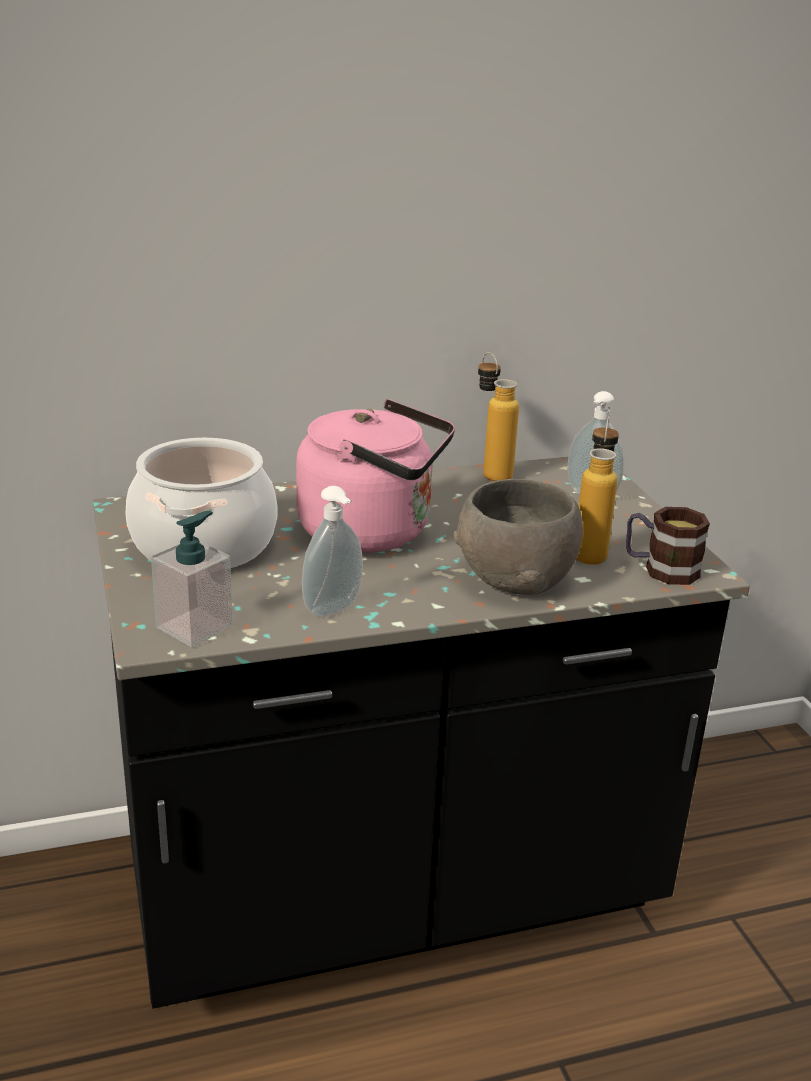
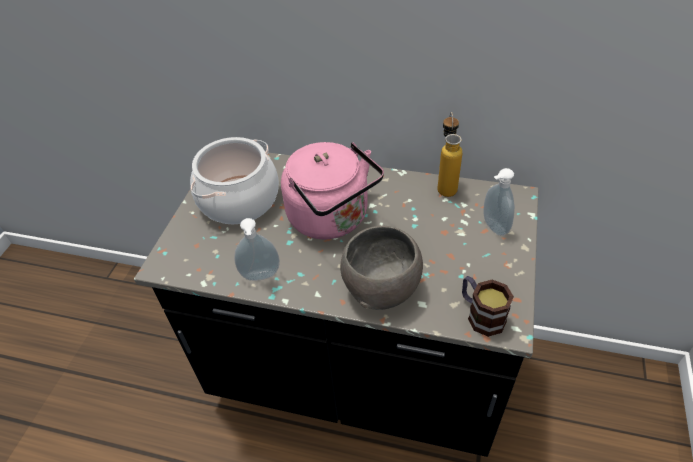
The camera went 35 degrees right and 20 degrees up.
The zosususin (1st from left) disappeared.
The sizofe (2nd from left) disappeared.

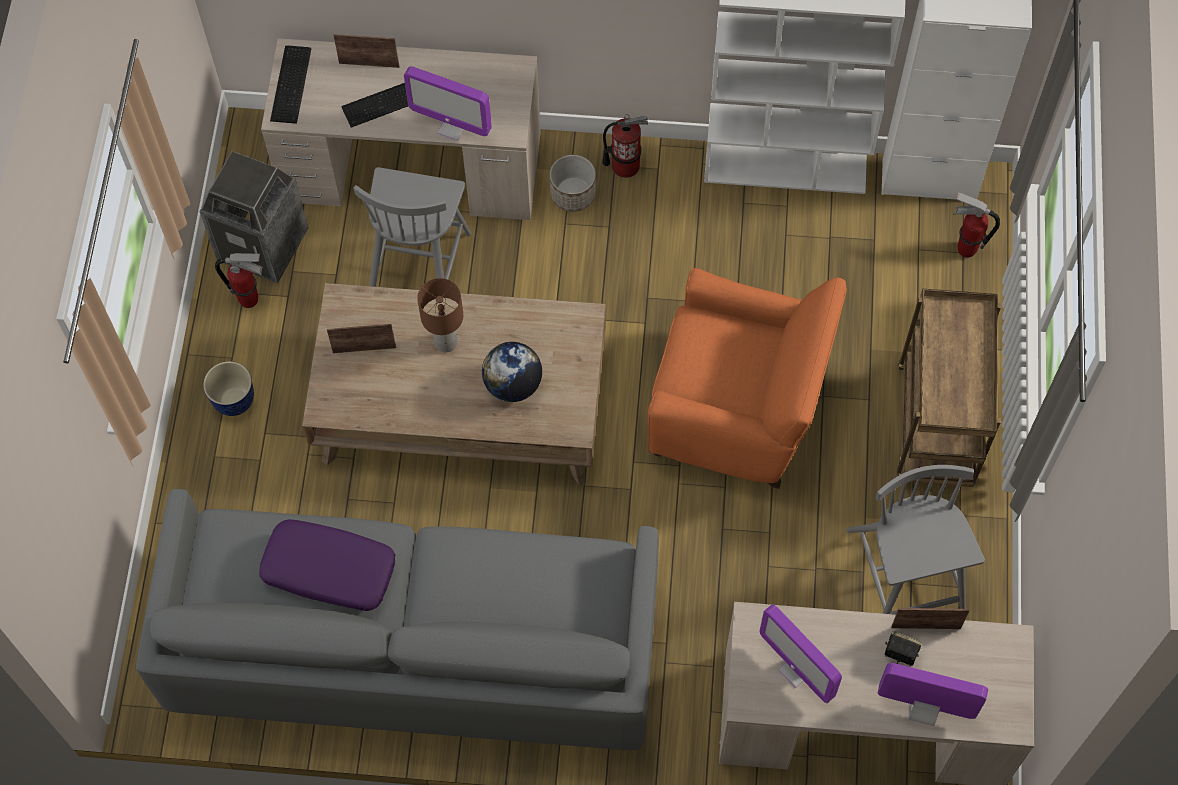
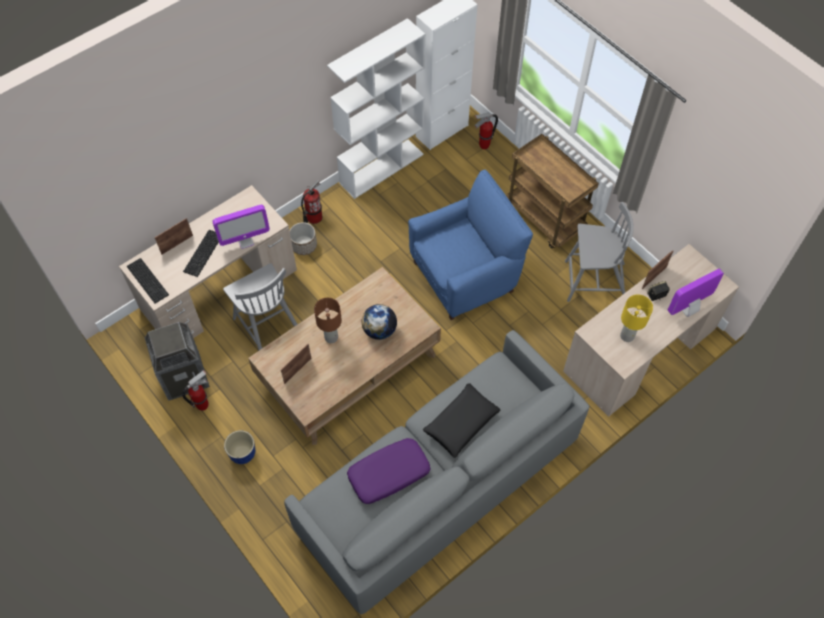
The camera went 45 degrees left and 5 degrees down.
The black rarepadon appeared.
The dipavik (2nd from left) was replaced by the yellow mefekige.
The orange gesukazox became the blue gesukazox.
The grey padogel (2nd from left) turned 150 degrees clockwise.

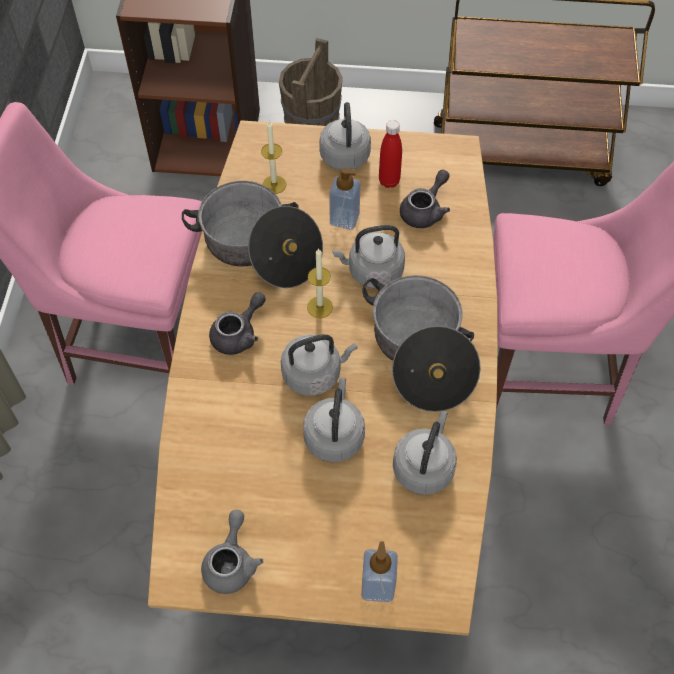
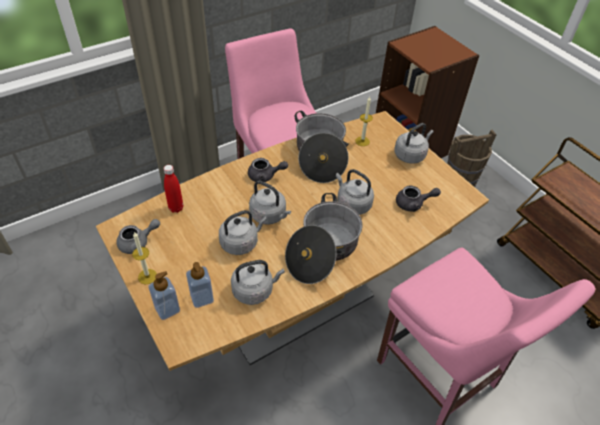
The camera went 50 degrees right and 10 degrees down.
The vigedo (2nd from left in the first image) moved.
The zosususin (1st from left in the first image) moved.
The red sizofe moved.

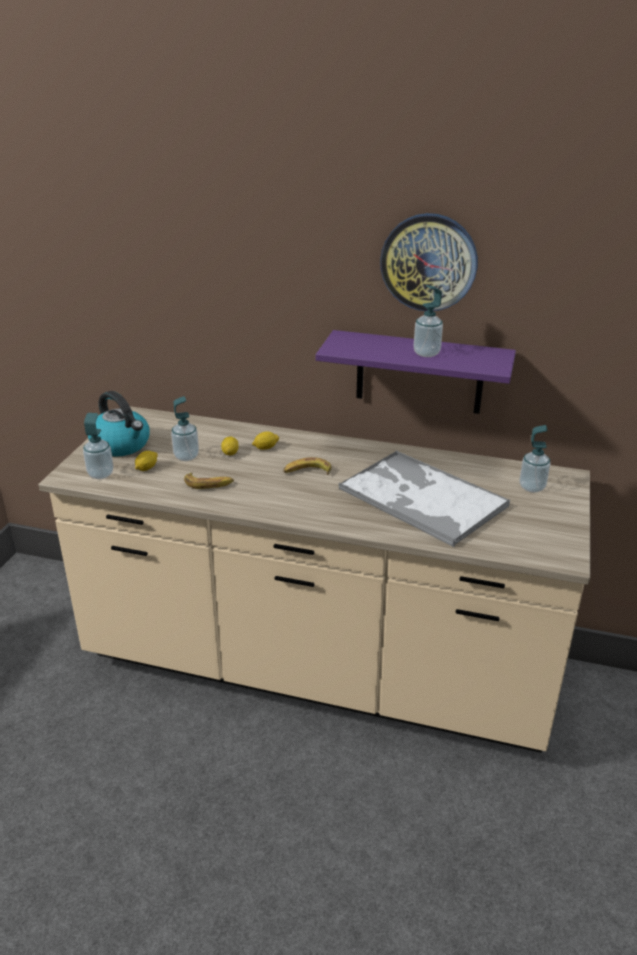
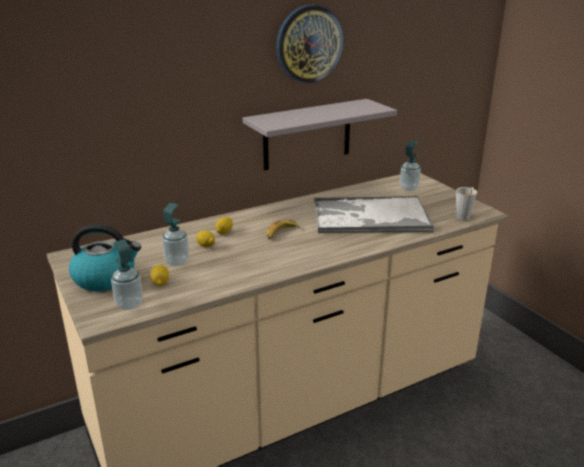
The camera went 45 degrees left and 5 degrees down.
The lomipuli (1st from left) disappeared.
The zosususin (3rd from left) disappeared.
The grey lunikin appeared.
The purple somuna became the grey somuna.

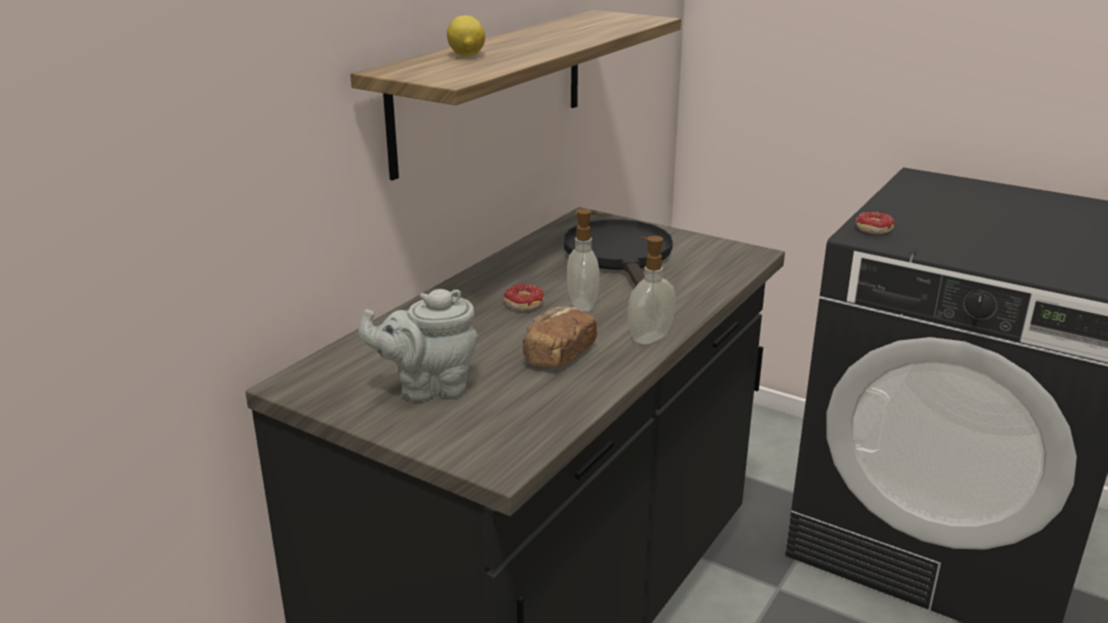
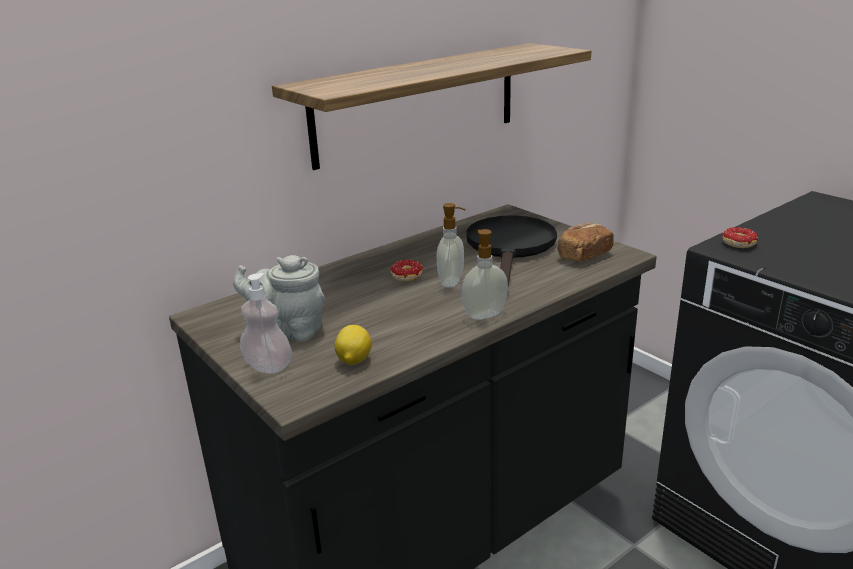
The camera went 20 degrees right and 0 degrees up.
The zosususin (1st from left) appeared.
The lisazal moved.
The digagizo moved.

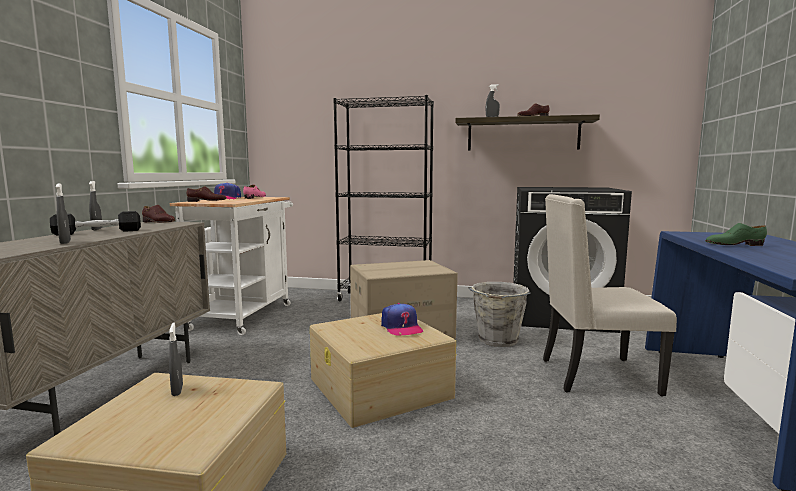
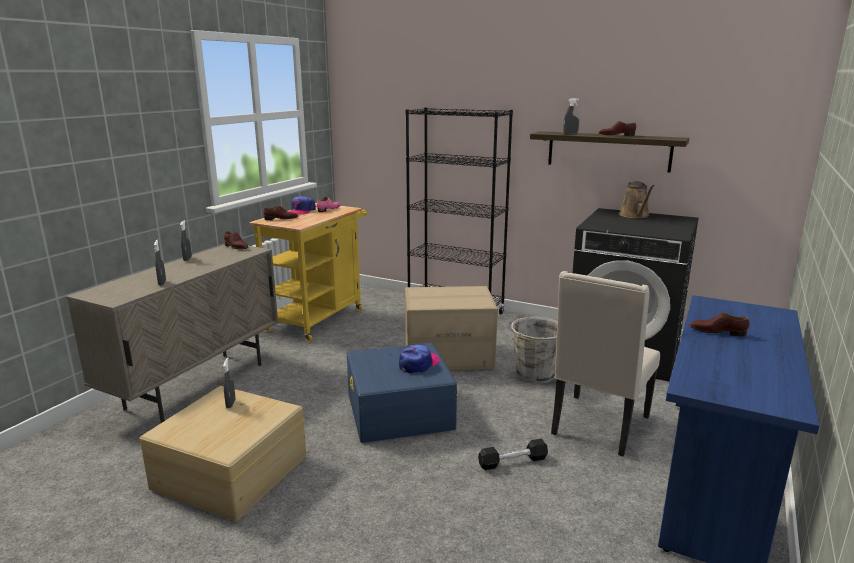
The camera went 15 degrees right and 10 degrees up.
The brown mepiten appeared.
The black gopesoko moved.
The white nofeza became the yellow nofeza.
The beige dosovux (2nd from left) became the blue dosovux.
The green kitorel became the brown kitorel (4th from left).
The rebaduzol (2nd from left) turned 135 degrees counterclockwise.
The beige padogel turned 75 degrees counterclockwise.

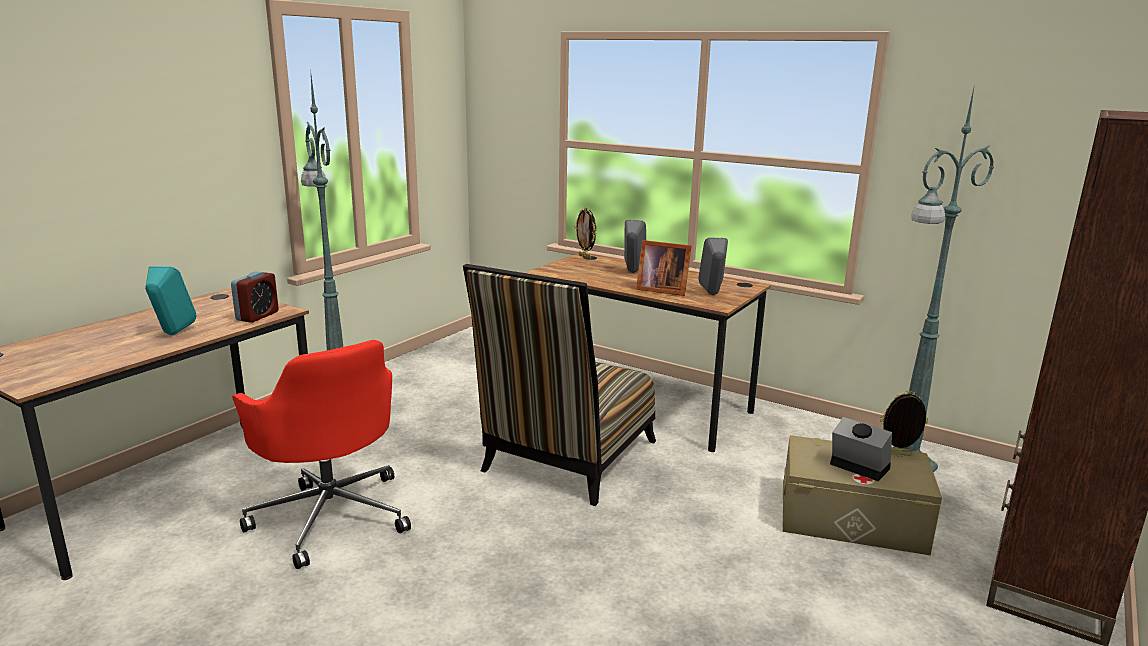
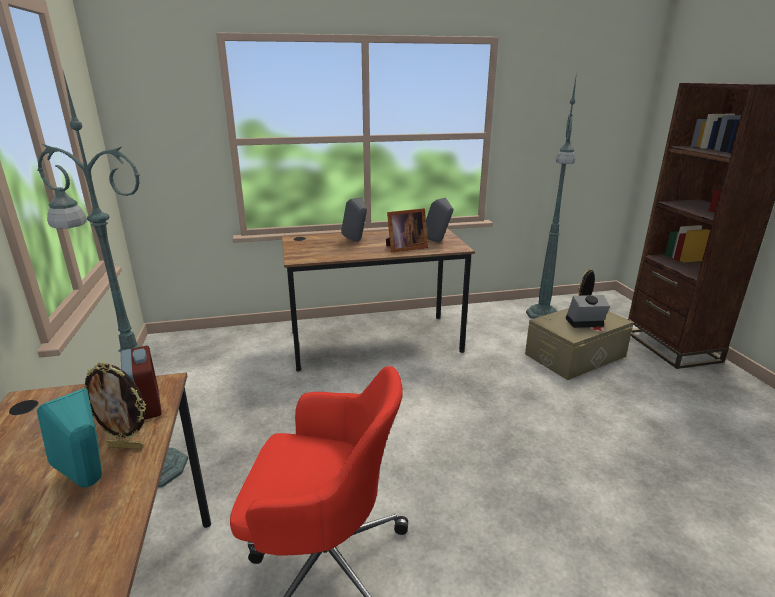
The camera went 45 degrees left and 5 degrees up.
The padogel disappeared.
The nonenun (1st from left) moved.

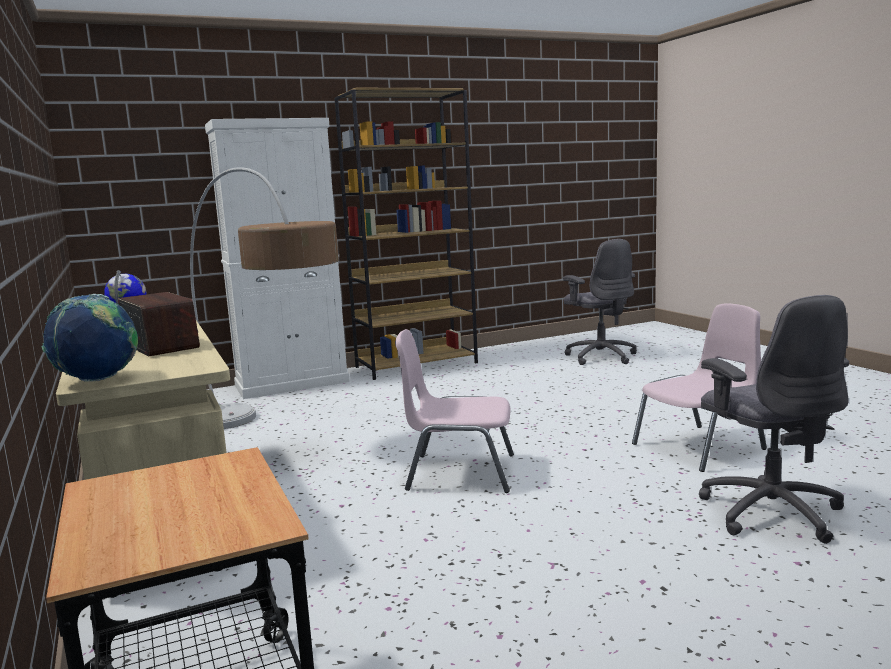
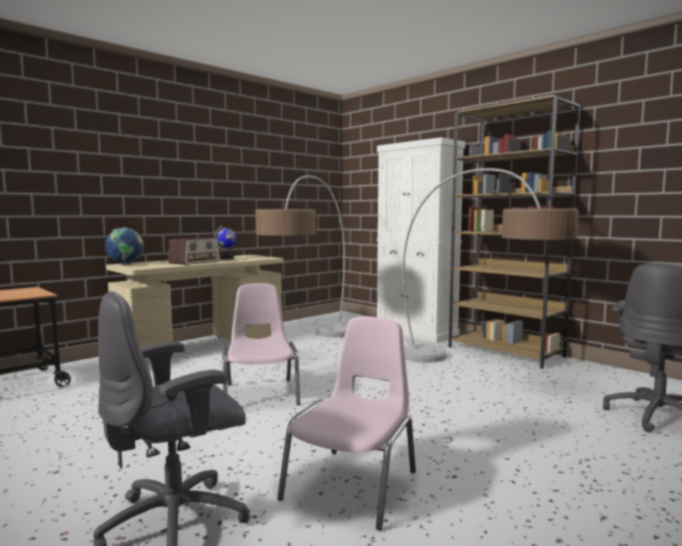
The camera went 70 degrees right and 5 degrees down.
The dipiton (2nd from left) appeared.
The pink padogel (2nd from left) turned 105 degrees counterclockwise.

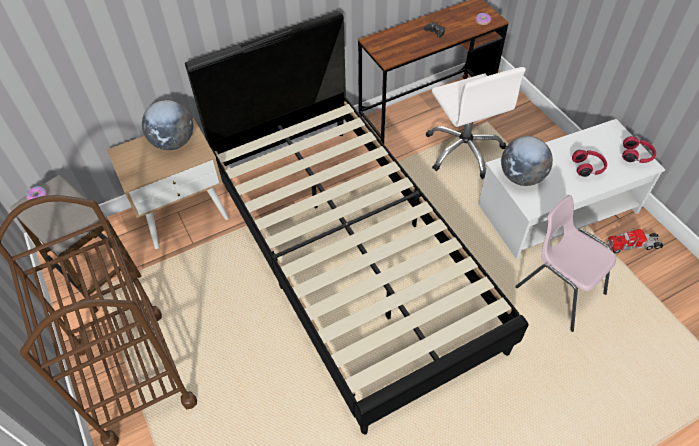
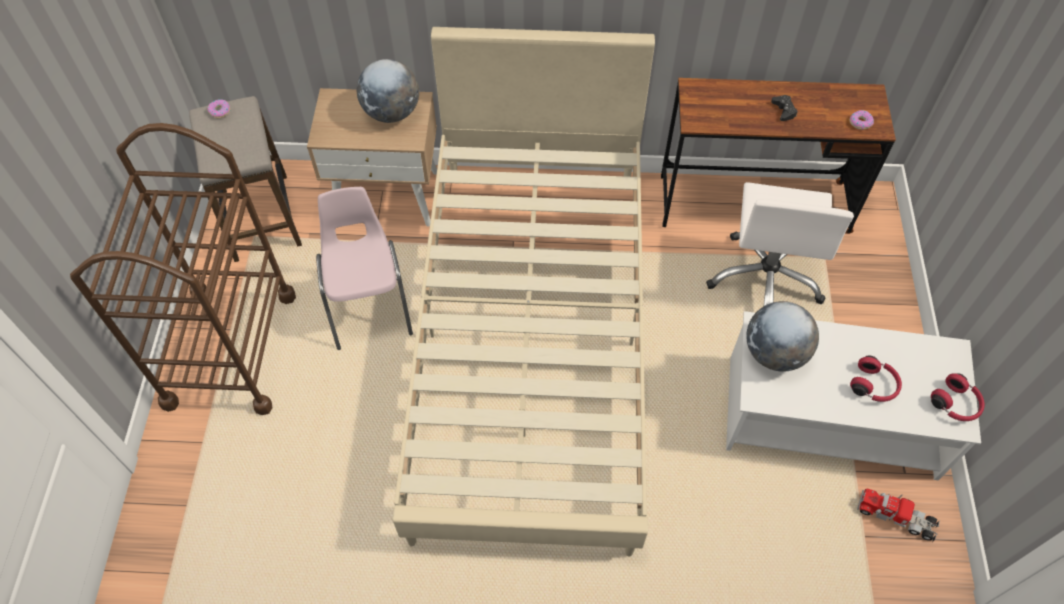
The camera went 30 degrees right and 5 degrees up.
The pink padogel moved.
The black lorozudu became the beige lorozudu.

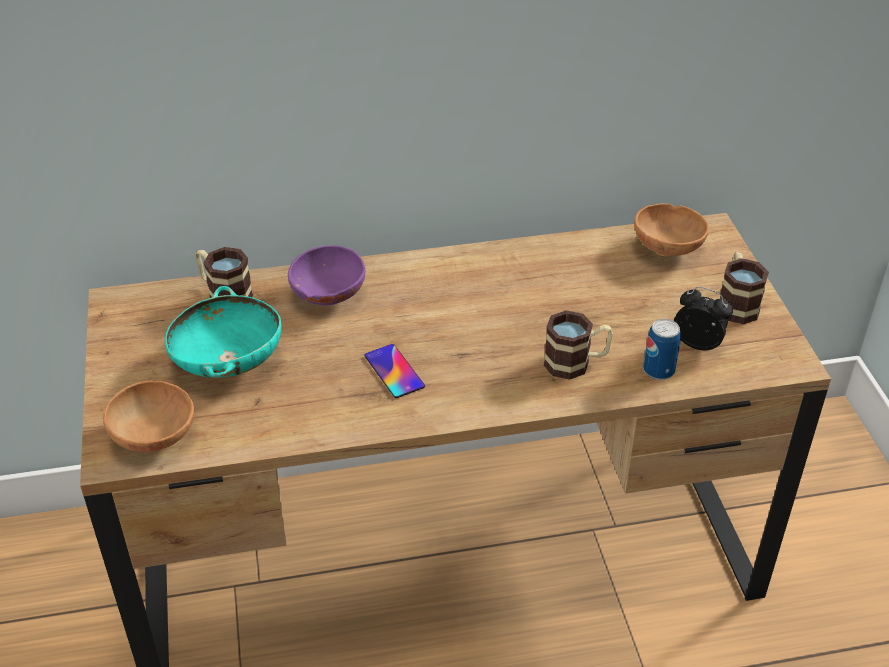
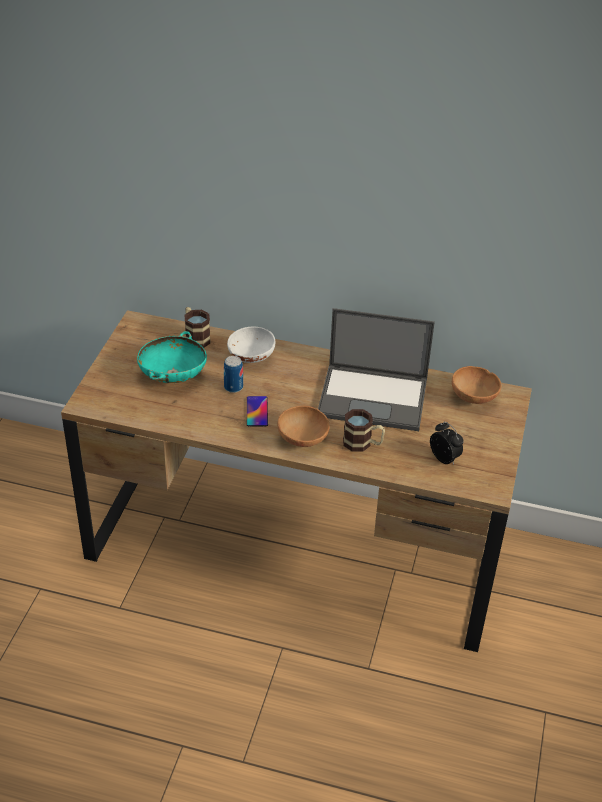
The camera went 25 degrees right and 0 degrees up.
The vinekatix (3rd from left) disappeared.
The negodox appeared.
The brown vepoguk (1st from left) moved.
The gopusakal moved.
The purple vepoguk became the white vepoguk.

